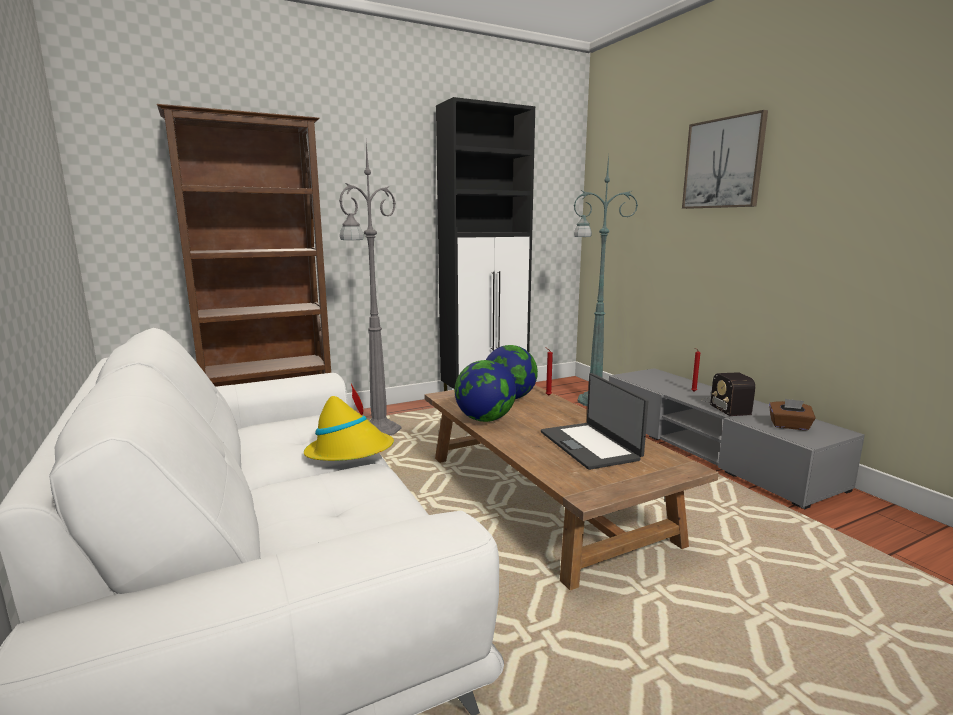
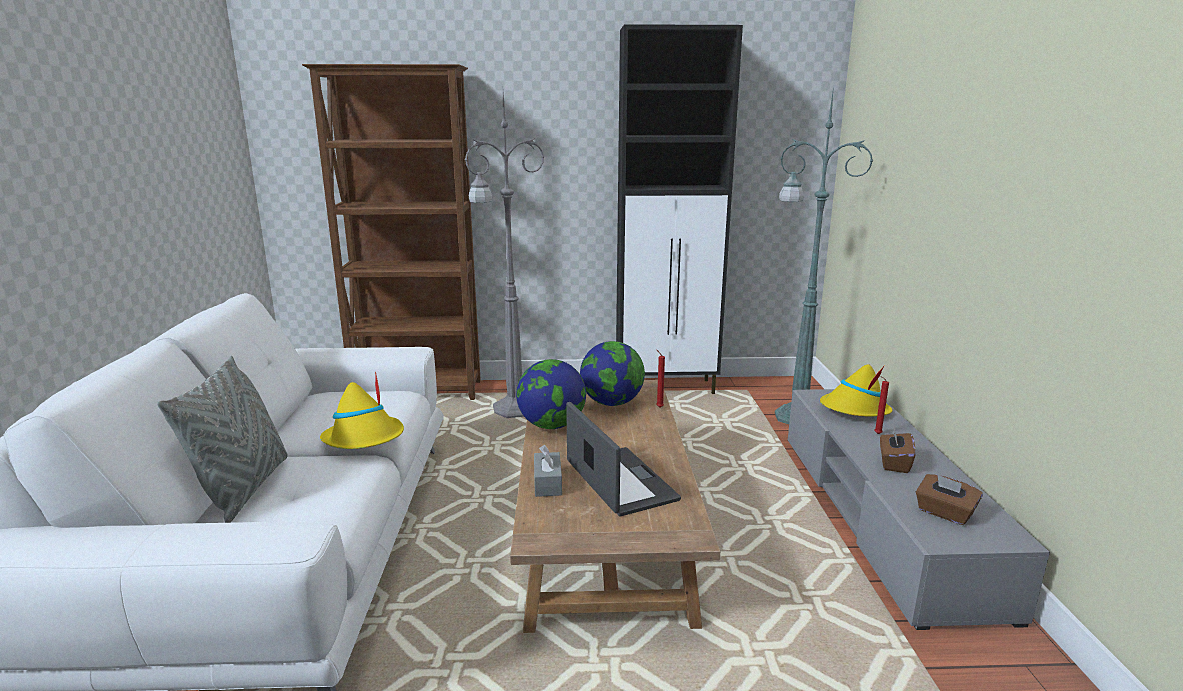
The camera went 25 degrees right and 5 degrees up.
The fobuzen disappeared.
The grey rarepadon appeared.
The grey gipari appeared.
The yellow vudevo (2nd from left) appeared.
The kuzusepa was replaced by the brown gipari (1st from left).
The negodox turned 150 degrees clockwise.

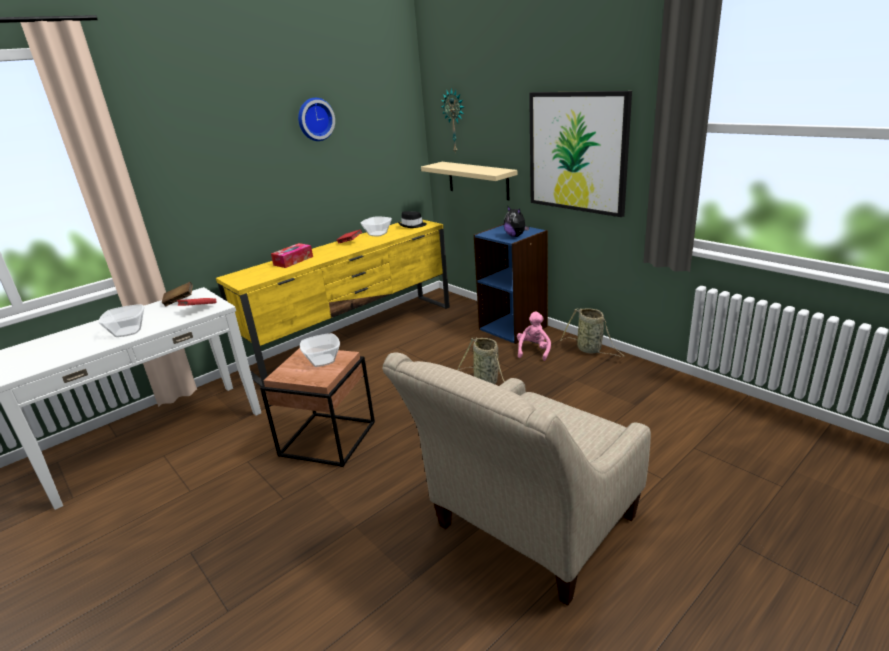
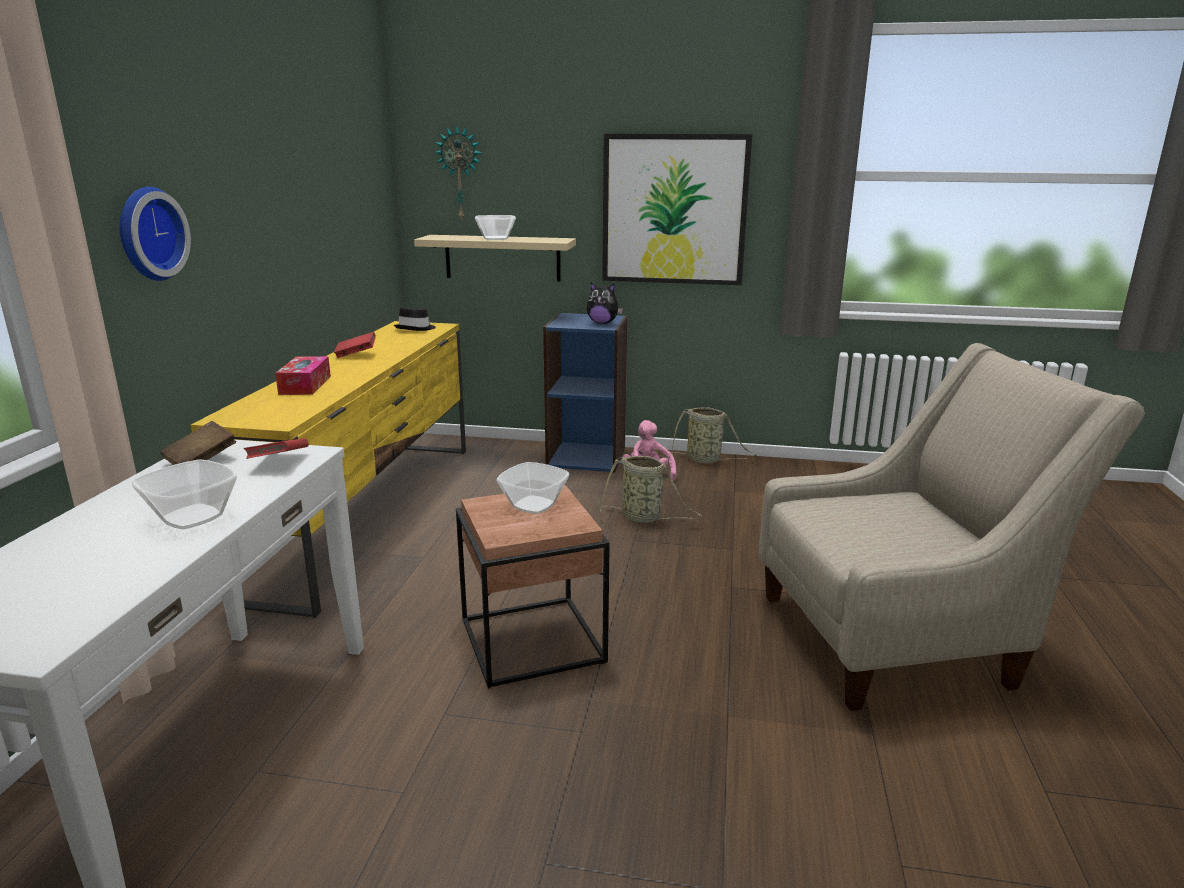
The camera went 40 degrees left and 5 degrees down.
The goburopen (1st from left) moved.
The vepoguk (3rd from left in the first image) moved.
The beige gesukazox turned 105 degrees counterclockwise.

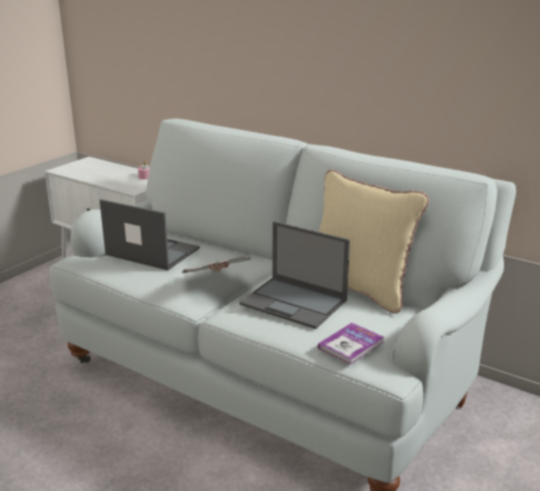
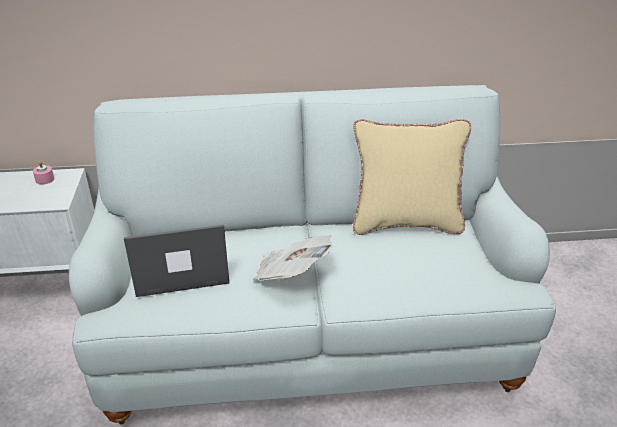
The camera went 40 degrees left and 10 degrees up.
The negodox (2nd from left) disappeared.
The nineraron disappeared.

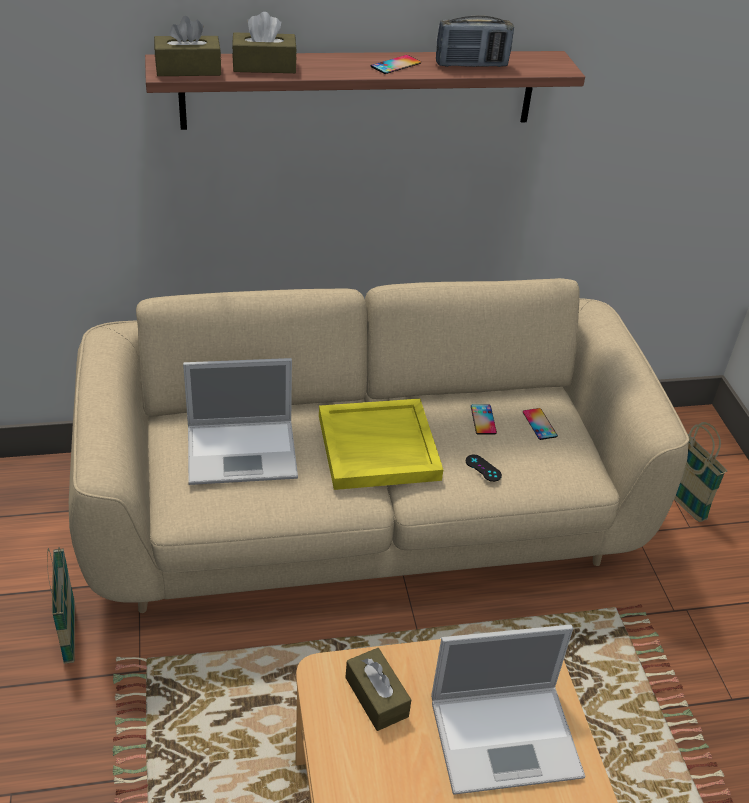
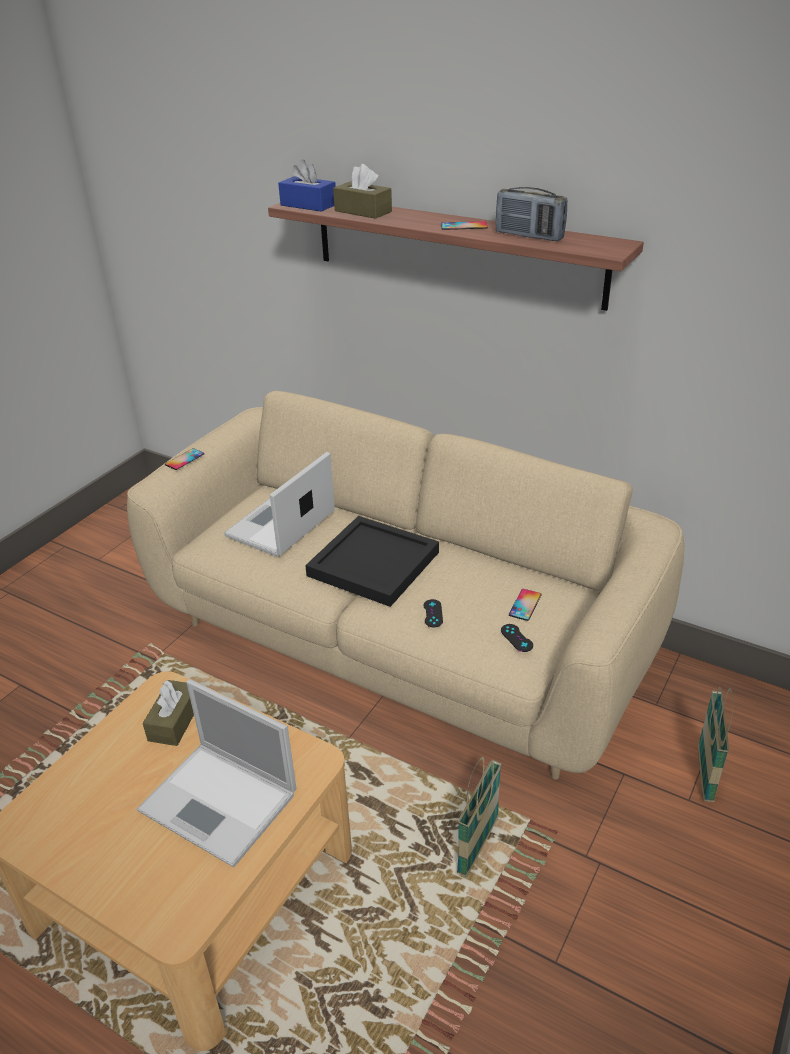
The camera went 45 degrees right and 5 degrees down.
The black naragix (2nd from left) appeared.
The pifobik (1st from left) moved.
The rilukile (2nd from left in the first image) moved.
The brown gipari (1st from left) became the blue gipari.
The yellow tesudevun became the black tesudevun.
The negodox (1st from left in the first image) turned 90 degrees clockwise.

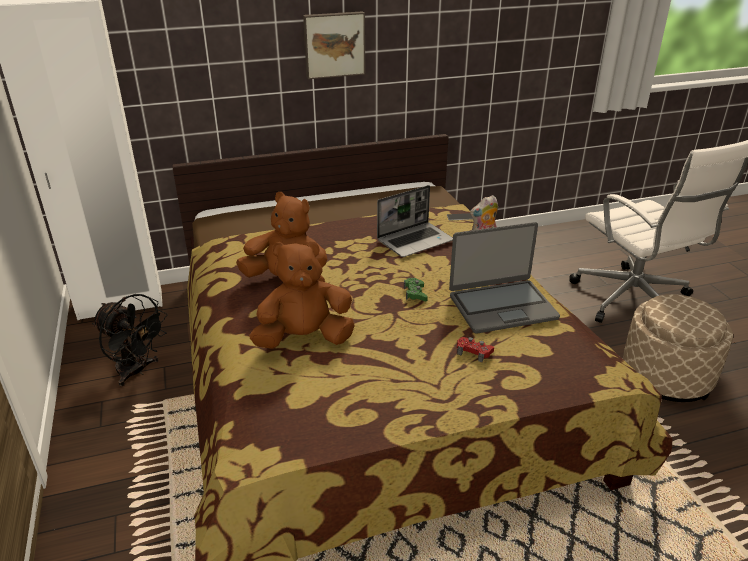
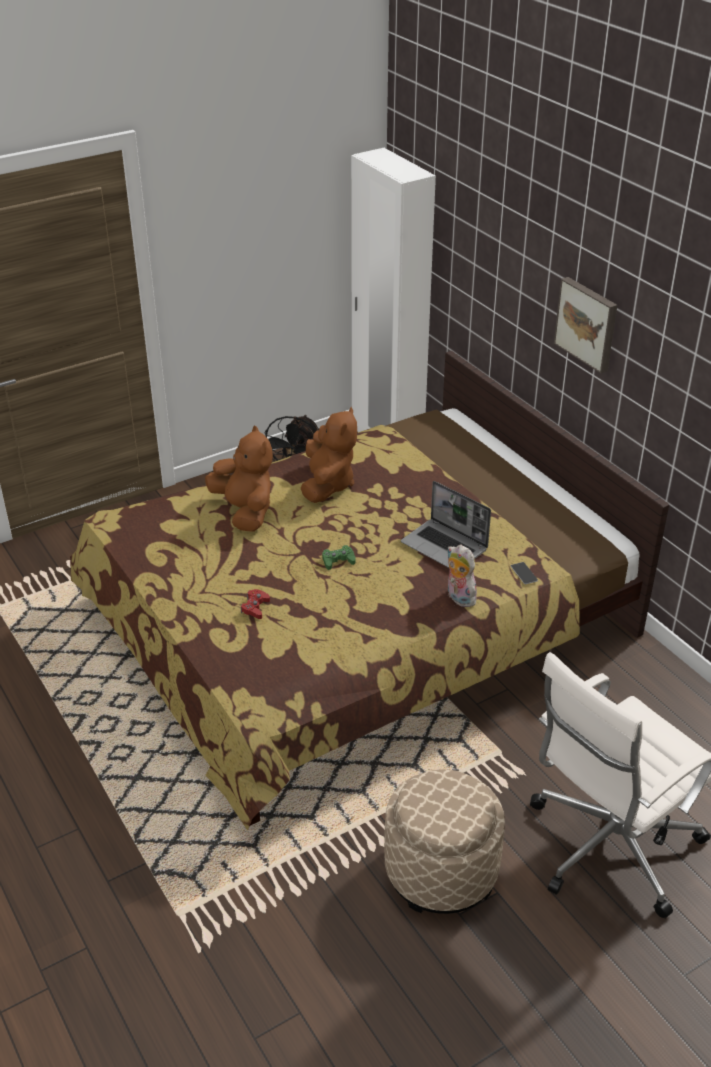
The camera went 75 degrees right and 5 degrees up.
The negodox (2nd from left) disappeared.

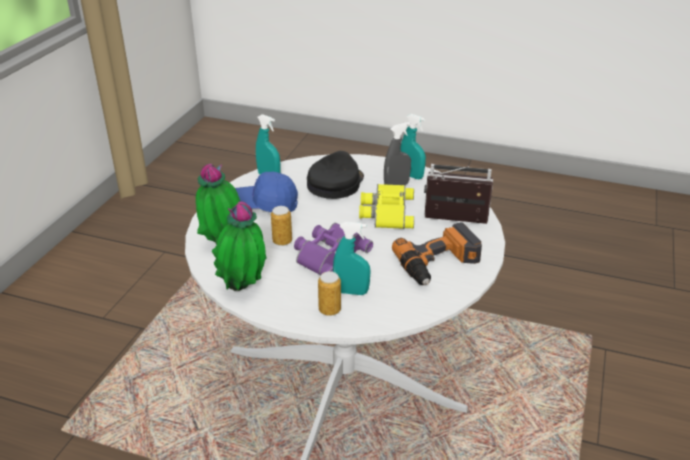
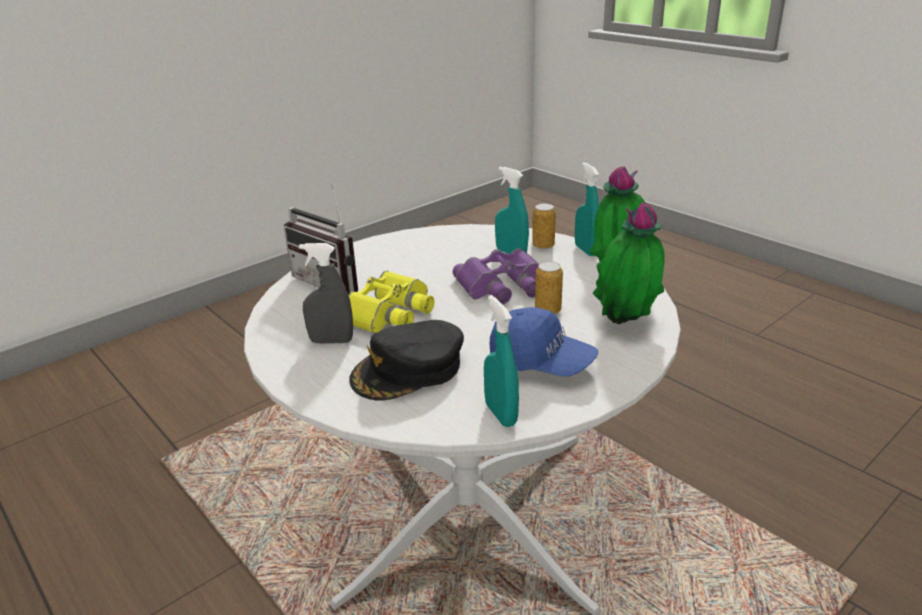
The camera went 150 degrees left and 5 degrees down.
The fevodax disappeared.
The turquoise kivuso (3rd from left) moved.

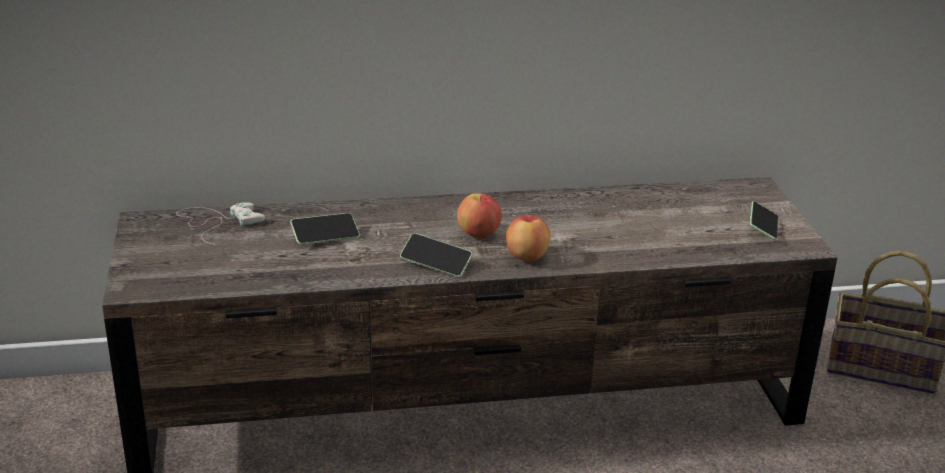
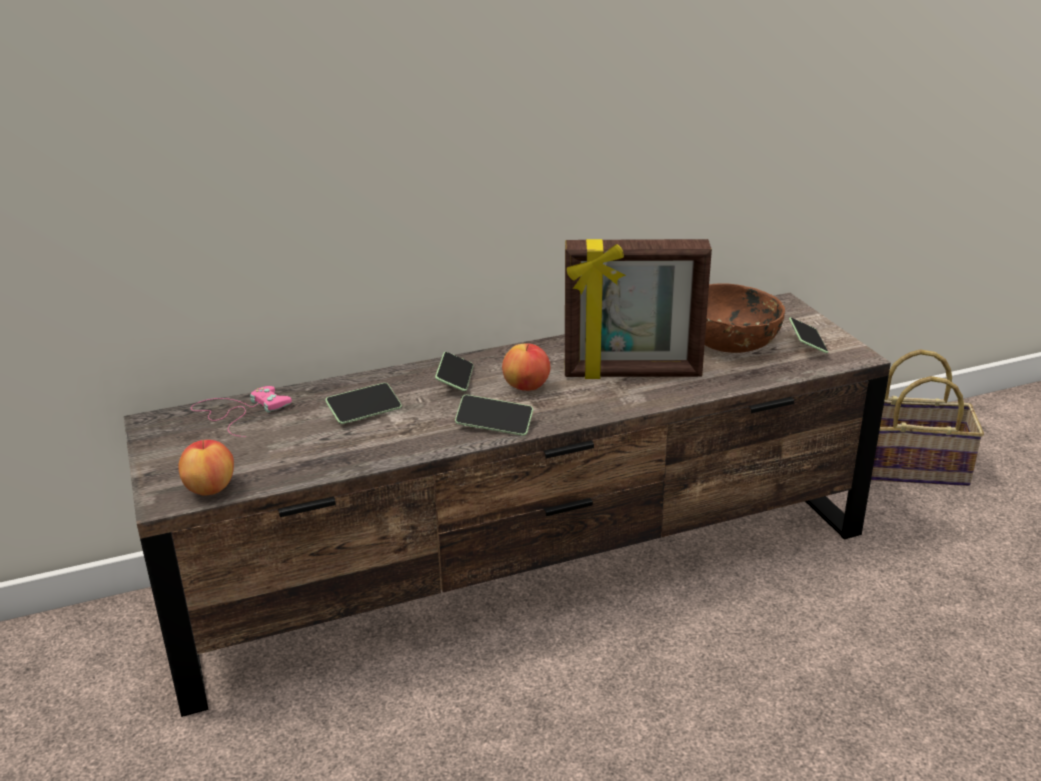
The camera went 10 degrees left and 0 degrees up.
The rilukile (2nd from left) appeared.
The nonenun appeared.
The brown vepoguk appeared.
The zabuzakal (2nd from left in the first image) moved.
The white naragix became the pink naragix.

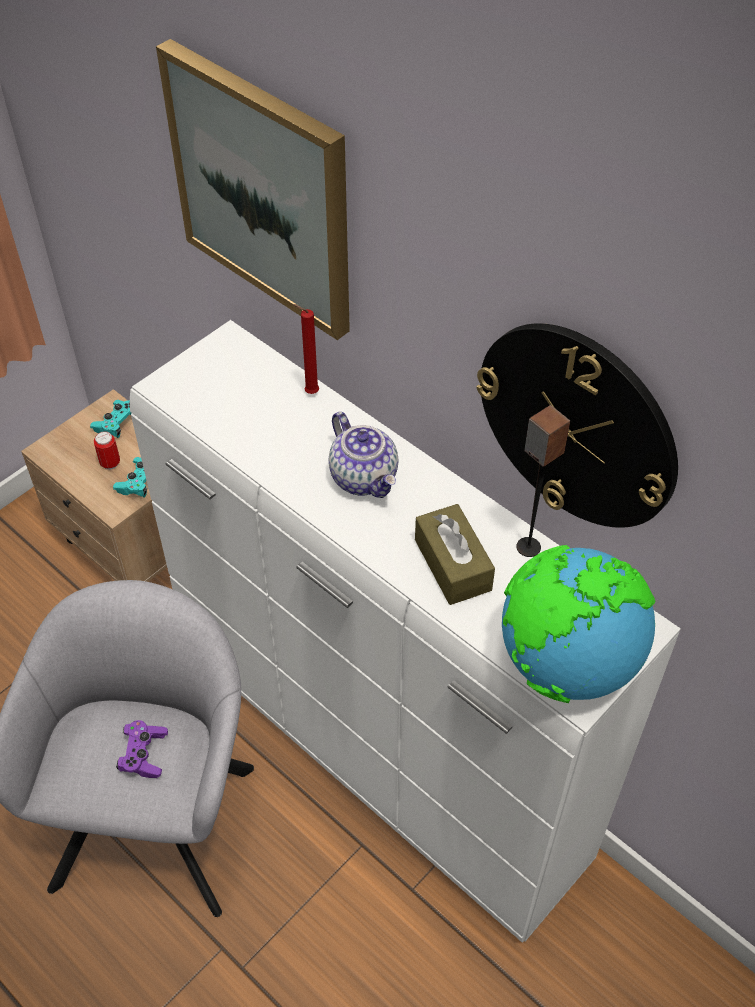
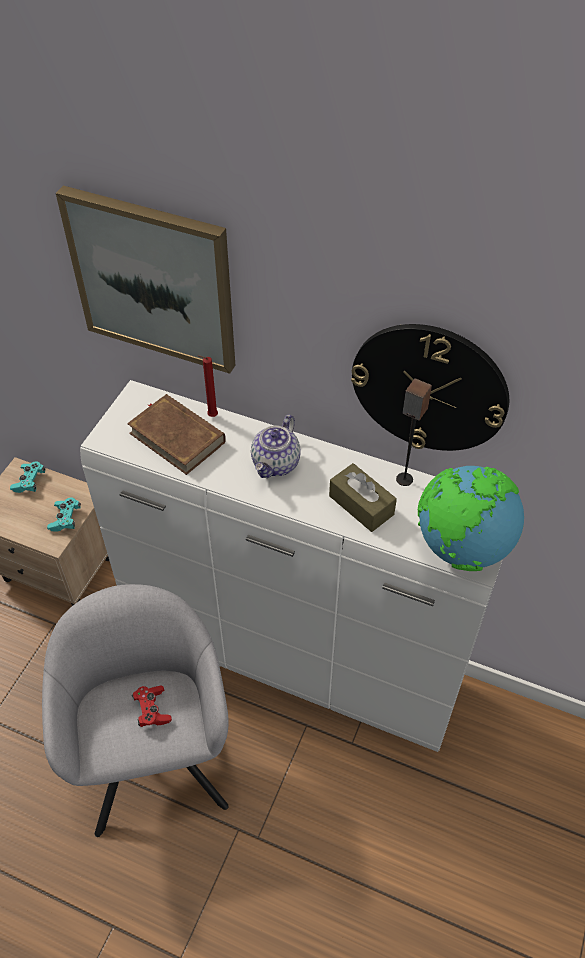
The camera went 20 degrees left and 0 degrees up.
The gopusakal disappeared.
The brown nineraron appeared.
The purple naragix became the red naragix.
The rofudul turned 75 degrees clockwise.

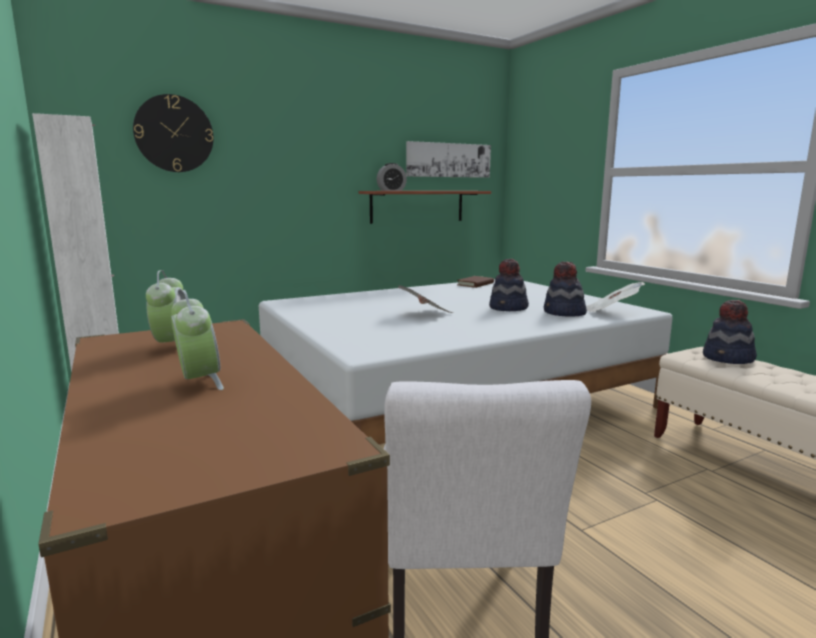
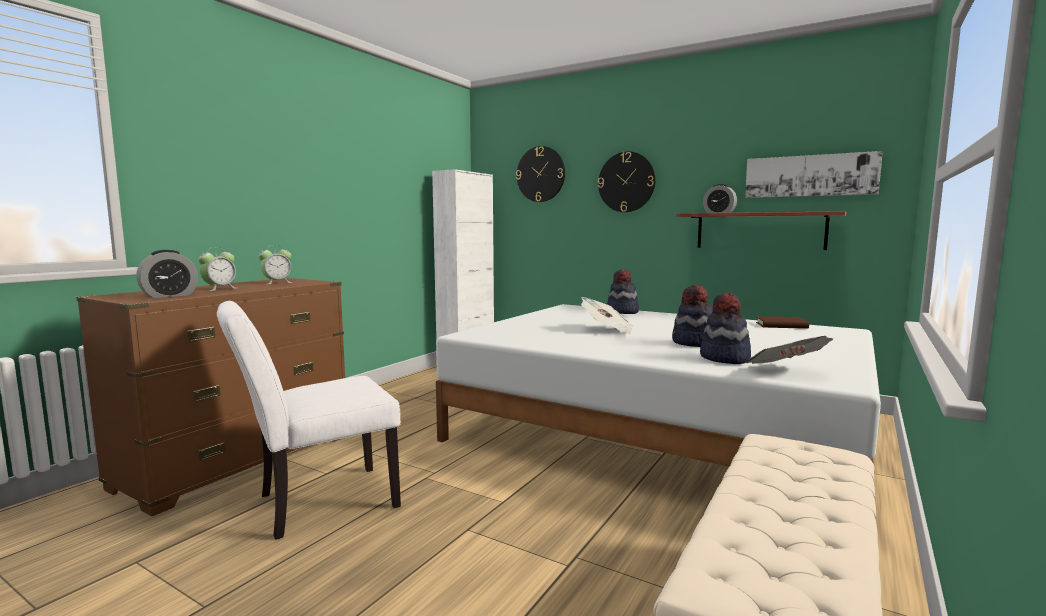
The camera went 60 degrees right and 5 degrees down.
The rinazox (1st from left) appeared.
The goburopen (2nd from left) appeared.
The vudevo (3rd from left in the first image) moved.

